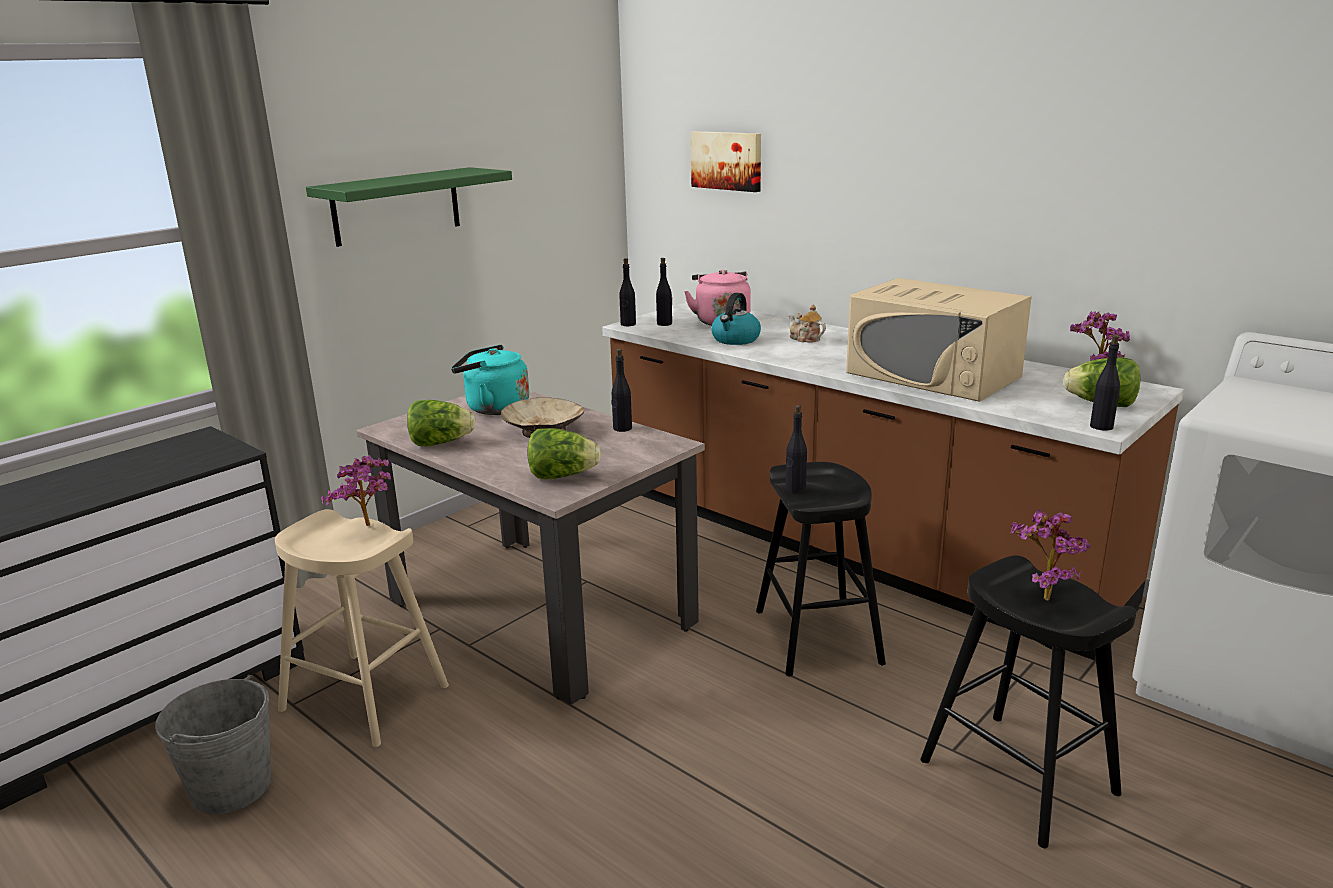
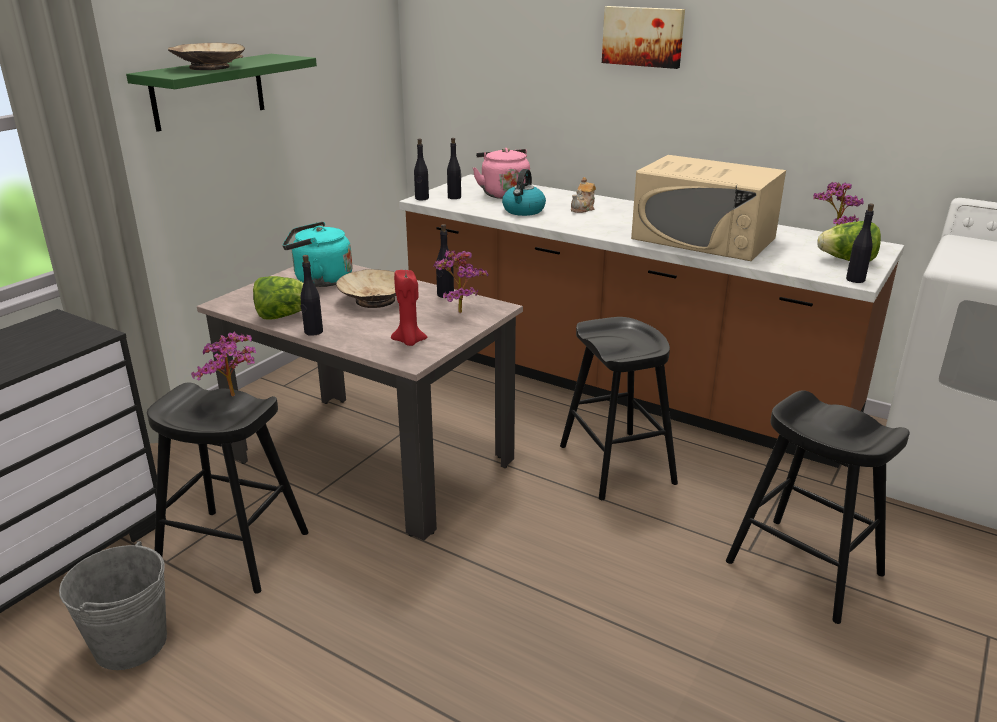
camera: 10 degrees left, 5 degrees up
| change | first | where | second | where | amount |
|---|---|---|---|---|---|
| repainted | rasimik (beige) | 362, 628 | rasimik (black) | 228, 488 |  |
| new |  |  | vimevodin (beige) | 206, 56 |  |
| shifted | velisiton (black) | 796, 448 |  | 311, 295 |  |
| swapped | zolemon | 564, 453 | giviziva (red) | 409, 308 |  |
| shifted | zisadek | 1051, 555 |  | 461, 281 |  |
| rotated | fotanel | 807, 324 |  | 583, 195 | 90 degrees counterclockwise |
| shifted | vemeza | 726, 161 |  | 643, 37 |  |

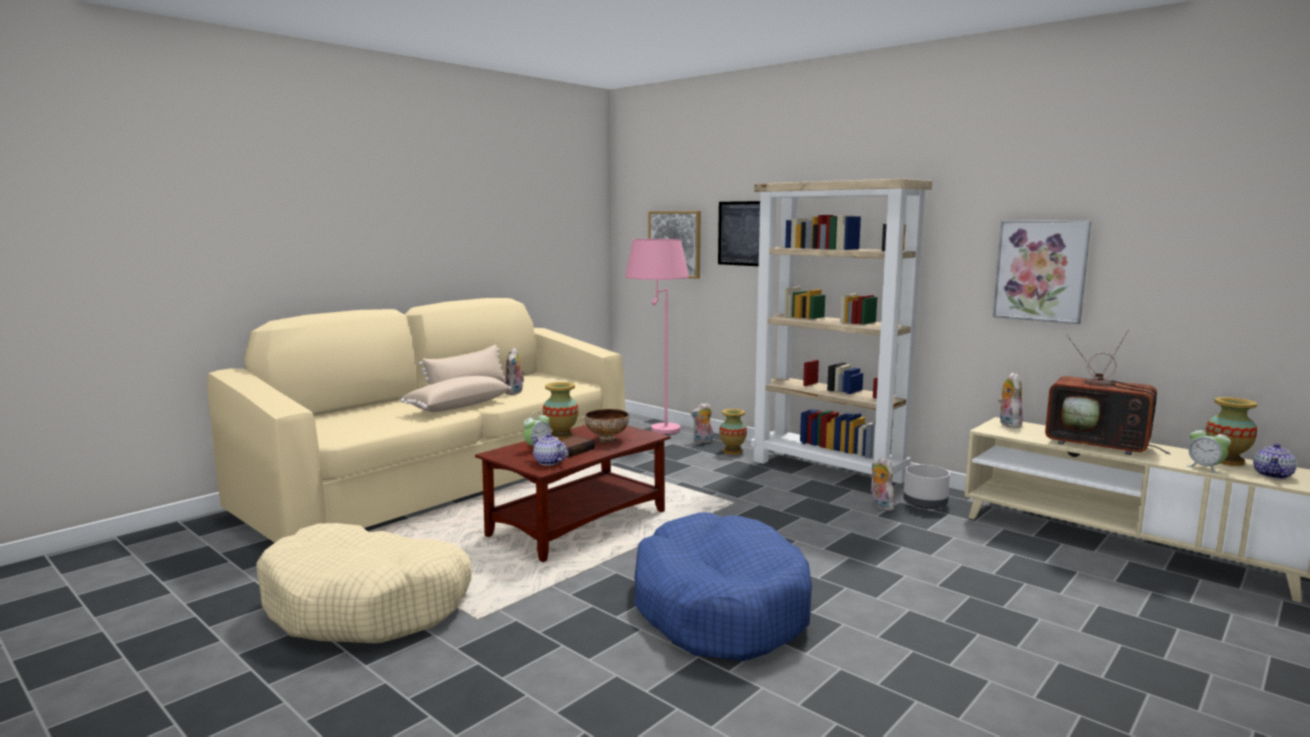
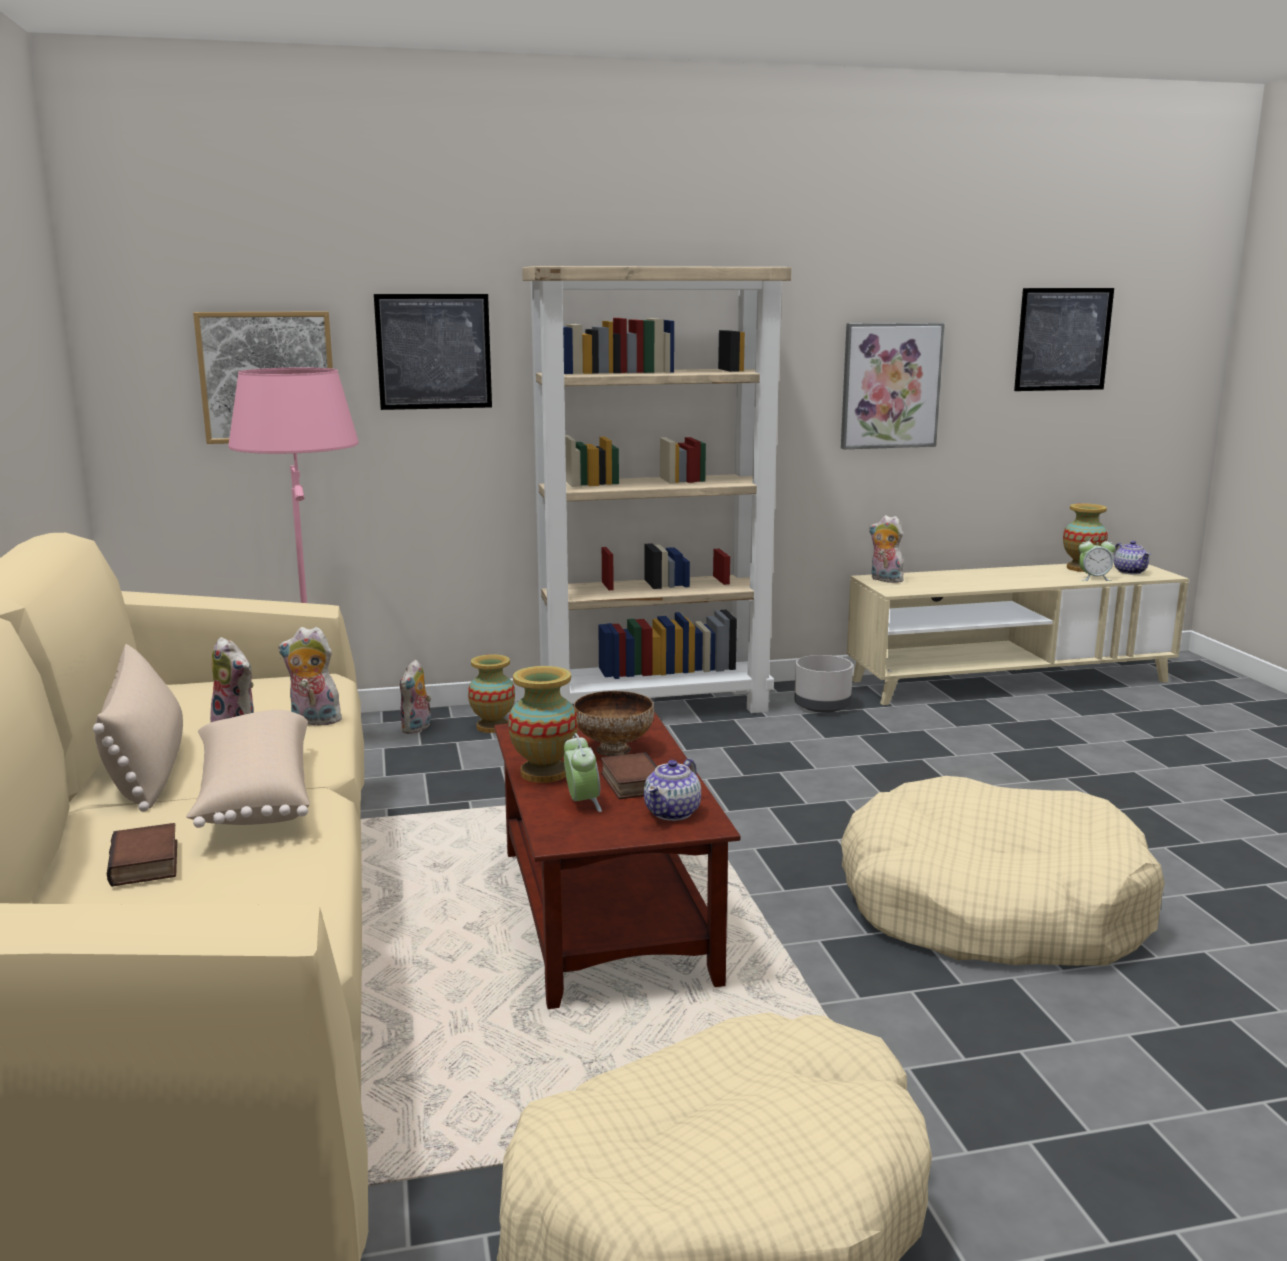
camera: 55 degrees left, 5 degrees up
| change | first | where | second | where | amount |
|---|---|---|---|---|---|
| new |  |  | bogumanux | 142, 855 |  |
| shifted | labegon | 883, 484 |  | 311, 676 |  |
| rotated | fotanel | 549, 449 |  | 672, 789 | 45 degrees counterclockwise |
| repainted | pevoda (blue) | 723, 586 | pevoda (beige) | 1003, 871 |  |
| new |  |  | vemeza | 1064, 339 |  |
| gone | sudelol | 1107, 392 |  |  |  |

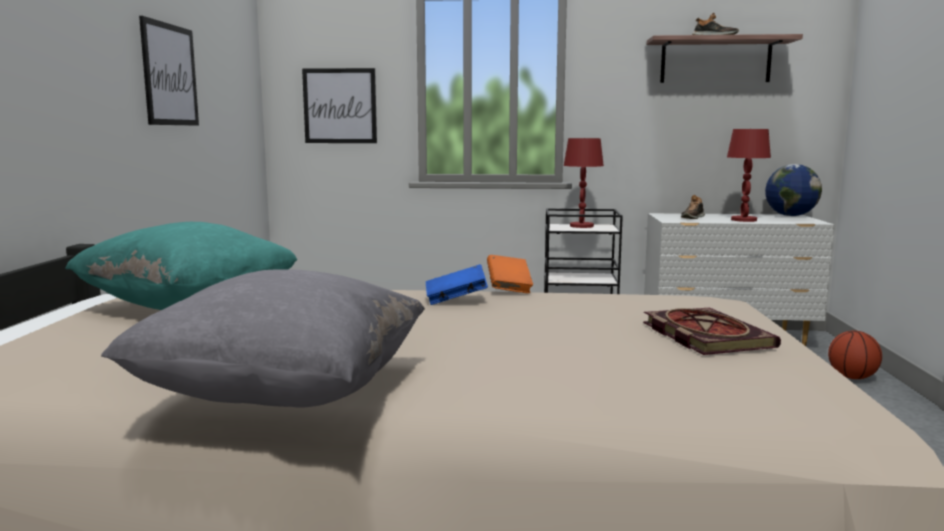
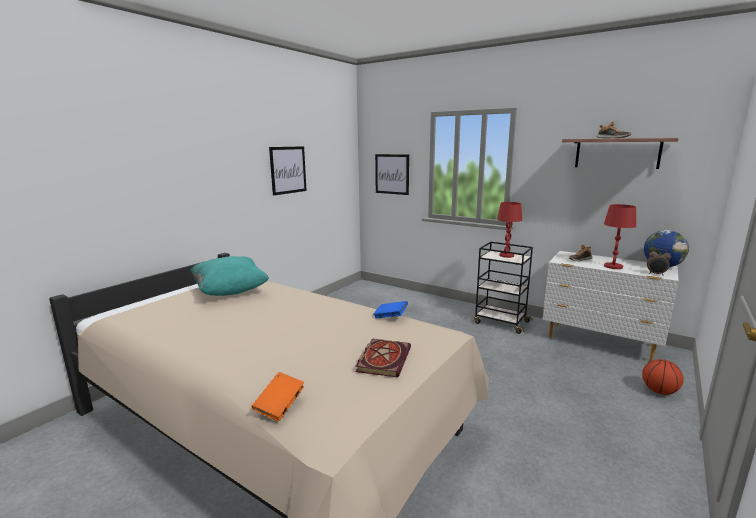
camera: 30 degrees right, 5 degrees up
| change | first | where | second | where | amount |
|---|---|---|---|---|---|
| shifted | bogumanux (orange) | 510, 274 |  | 277, 396 |  |
| shifted | bogumanux (blue) | 457, 284 |  | 391, 310 |  |
| new |  |  | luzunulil | 659, 262 |  |
| gone | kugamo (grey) | 263, 338 |  |  |  |

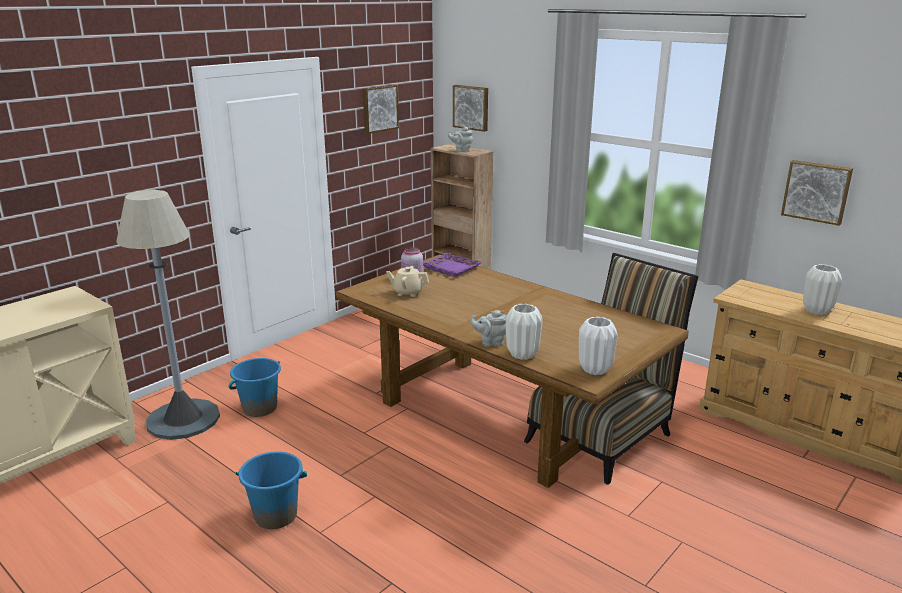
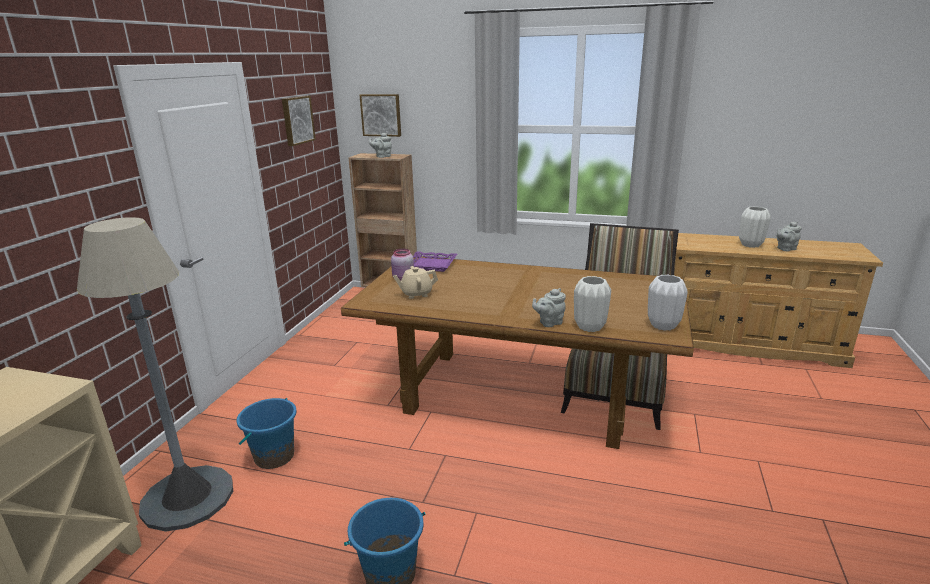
camera: 25 degrees left, 0 degrees up
| change | first | where | second | where | amount |
|---|---|---|---|---|---|
| new |  |  | fotanel (grey) | 789, 237 |  |
| gone | vemeza | 817, 193 |  |  |  |

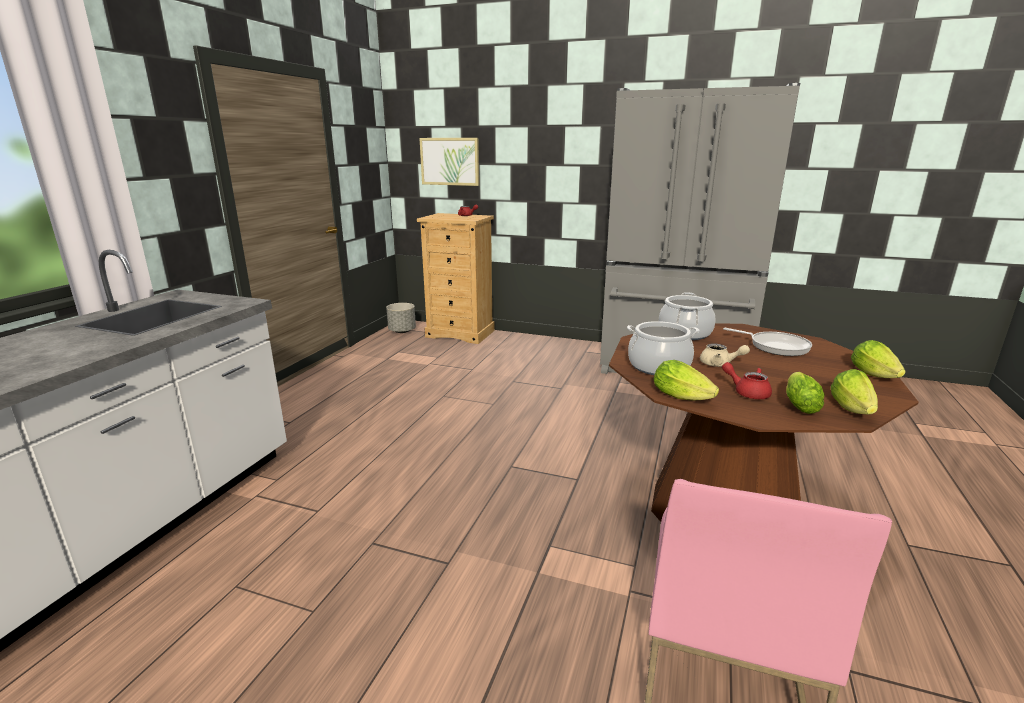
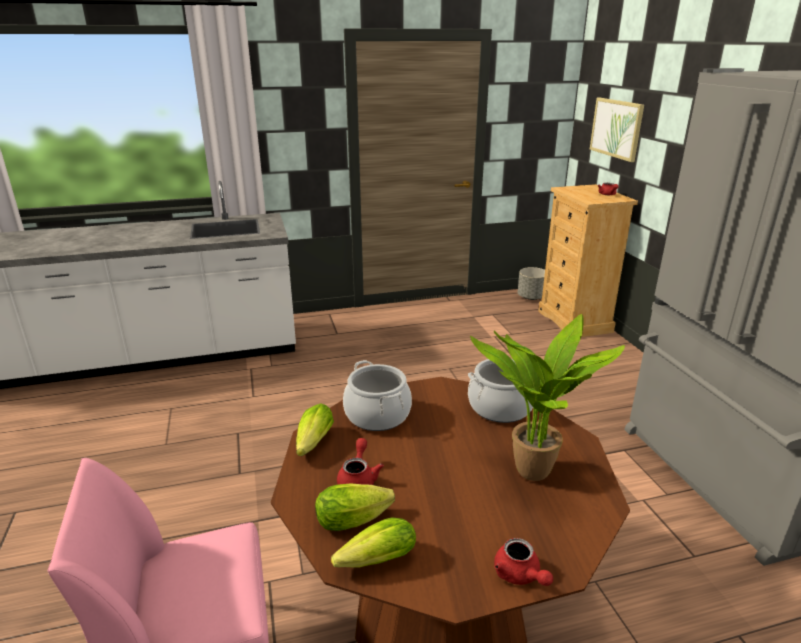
camera: 55 degrees right, 5 degrees up
| change | first | where | second | where | amount |
|---|---|---|---|---|---|
| swapped | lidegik | 767, 342 | zisadek | 547, 397 |  |
| swapped | zolemon | 878, 359 | fotanel (red) | 523, 562 |  |
| gone | fotanel (beige) | 725, 355 |  |  |  |

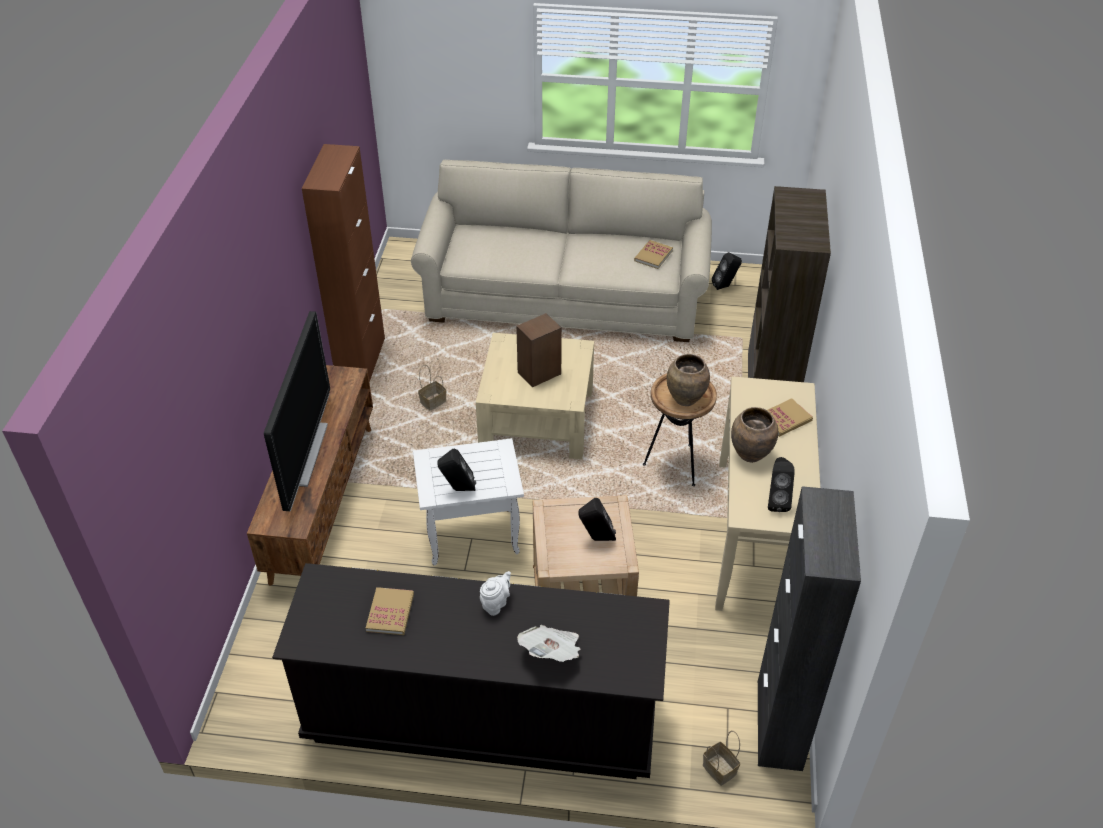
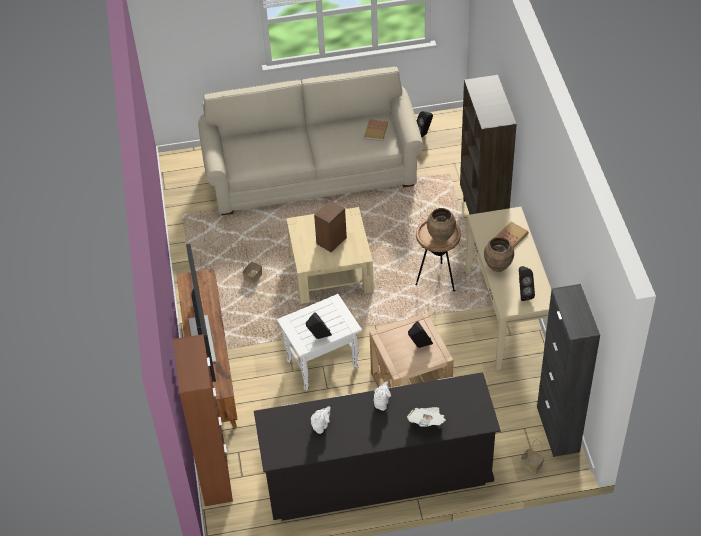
camera: 15 degrees left, 5 degrees up
| change | first | where | second | where | amount |
|---|---|---|---|---|---|
| shifted | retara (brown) | 343, 263 |  | 203, 420 |  |
| swapped | bogumanux | 390, 611 | fotanel (white) | 321, 420 |  |

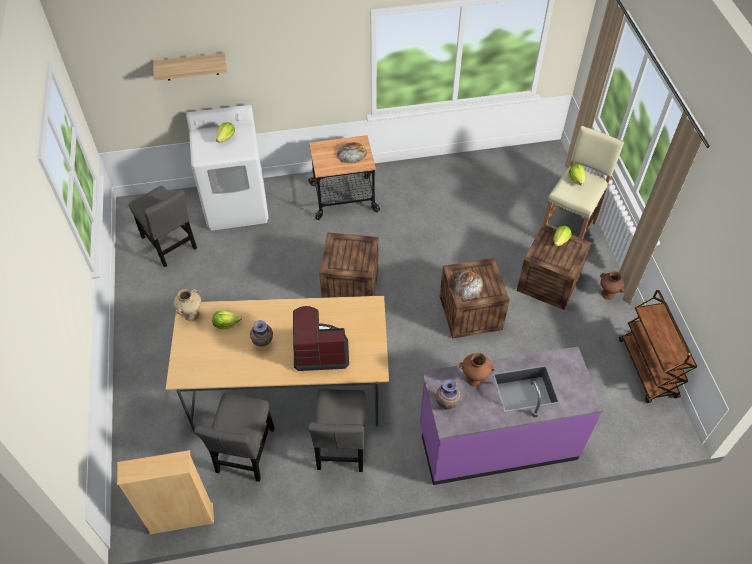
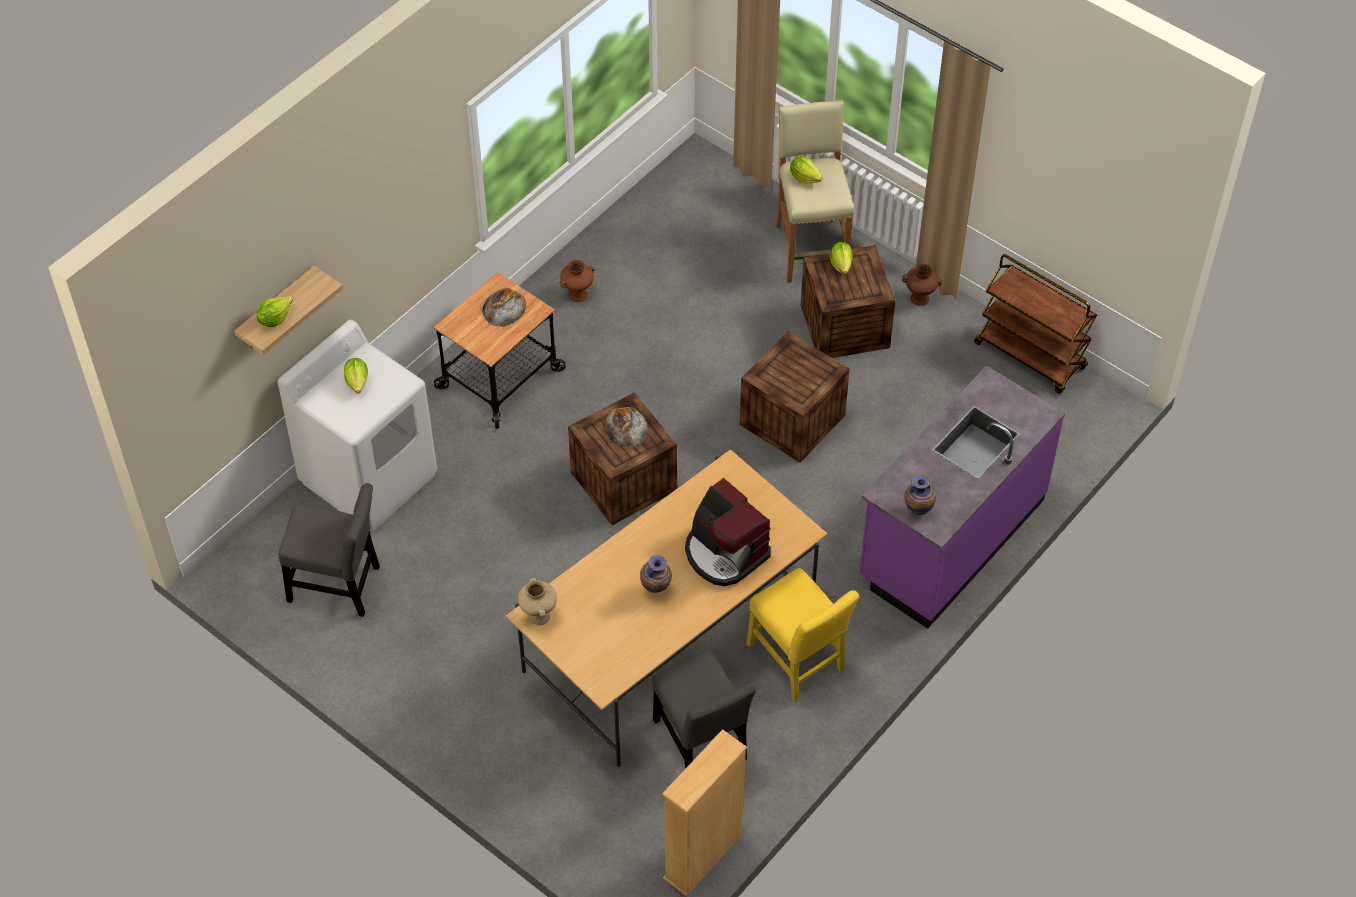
camera: 40 degrees left, 0 degrees up
| change | first | where | second | where | amount |
|---|---|---|---|---|---|
| shifted | zolemon | 227, 319 |  | 274, 311 |  |
| shifted | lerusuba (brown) | 477, 370 |  | 577, 281 |  |
| shifted | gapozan | 468, 285 |  | 626, 427 |  |
| rotated | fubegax | 321, 338 |  | 728, 532 | 90 degrees counterclockwise |
| repainted | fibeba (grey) | 337, 430 | fibeba (yellow) | 803, 635 |  |

